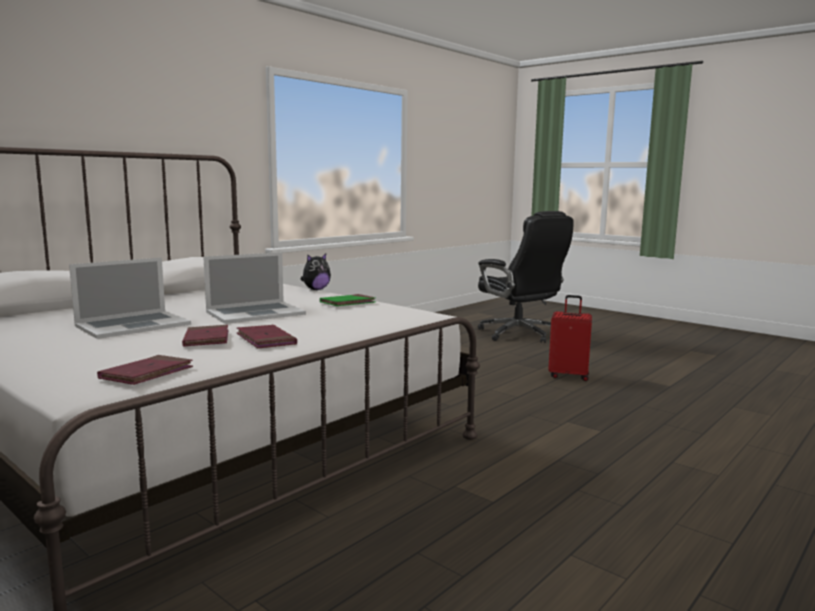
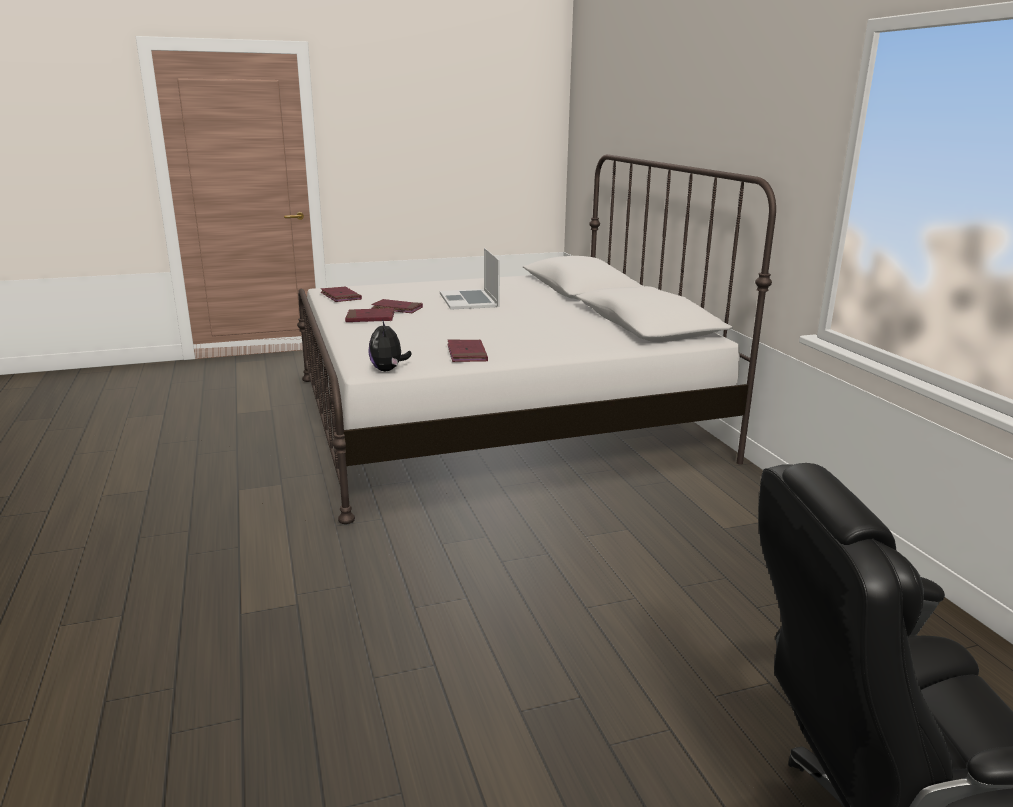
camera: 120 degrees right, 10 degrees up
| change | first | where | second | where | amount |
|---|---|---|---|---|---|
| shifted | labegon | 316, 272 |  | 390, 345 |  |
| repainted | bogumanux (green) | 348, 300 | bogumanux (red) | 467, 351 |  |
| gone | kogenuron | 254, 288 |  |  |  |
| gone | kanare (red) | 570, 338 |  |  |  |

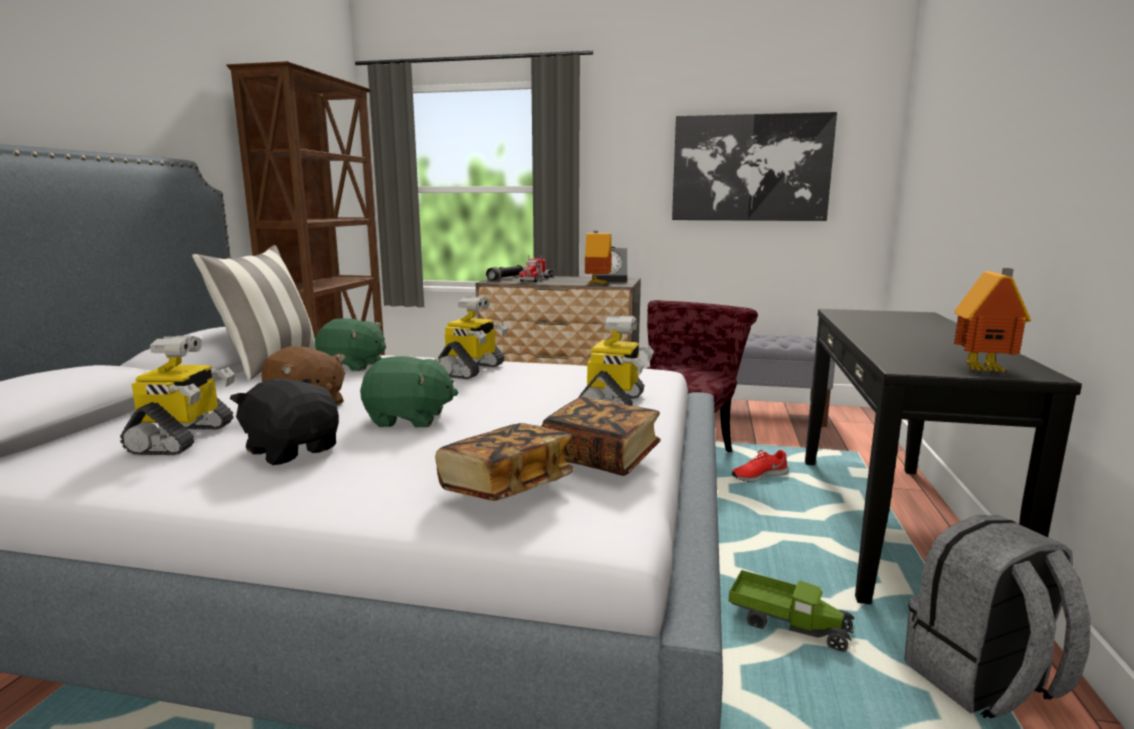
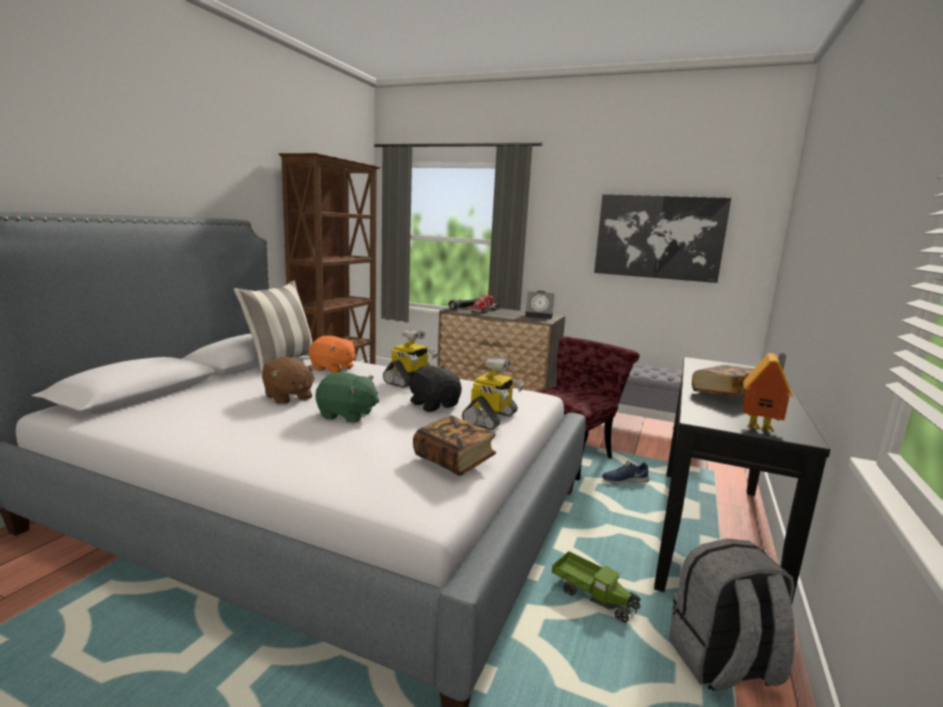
camera: 10 degrees right, 0 degrees up
| change | first | where | second | where | amount |
|---|---|---|---|---|---|
| repainted | labegon (green) | 350, 344 | labegon (orange) | 332, 354 |  |
| shifted | labegon (black) | 284, 421 |  | 434, 388 |  |
| repainted | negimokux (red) | 760, 466 | negimokux (blue) | 626, 472 |  |
| shifted | bogumanux | 504, 462 |  | 722, 380 |  |
| gone | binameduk | 177, 396 |  |  |  |
| gone | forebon | 598, 257 |  |  |  |

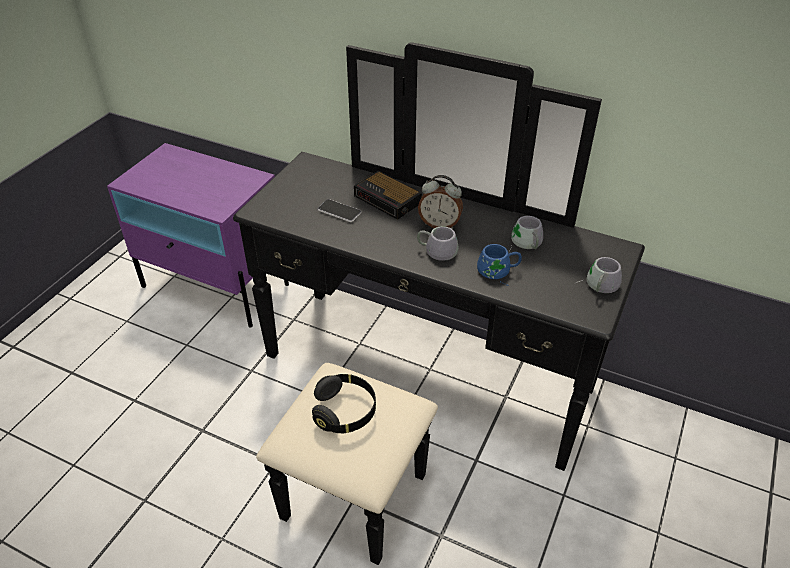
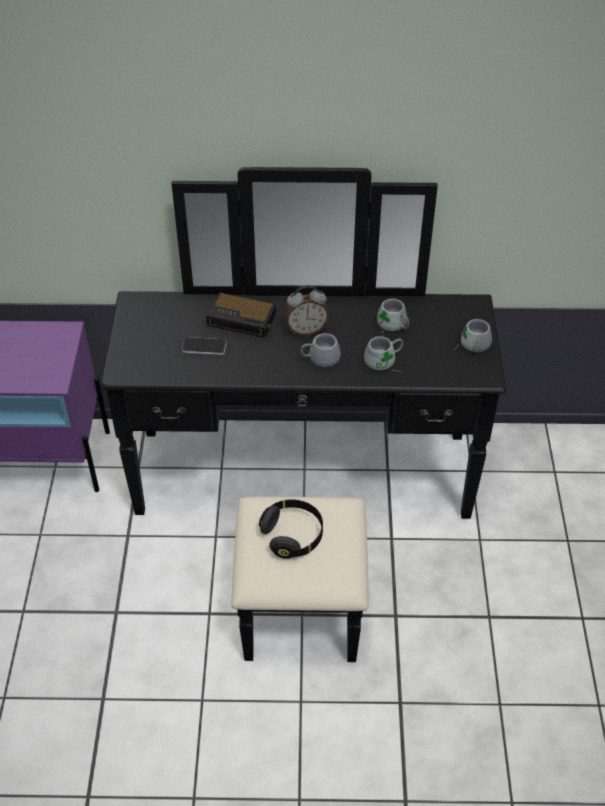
camera: 25 degrees left, 5 degrees up
| change | first | where | second | where | amount |
|---|---|---|---|---|---|
| repainted | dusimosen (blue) | 499, 265 | dusimosen (grey) | 383, 353 |  |

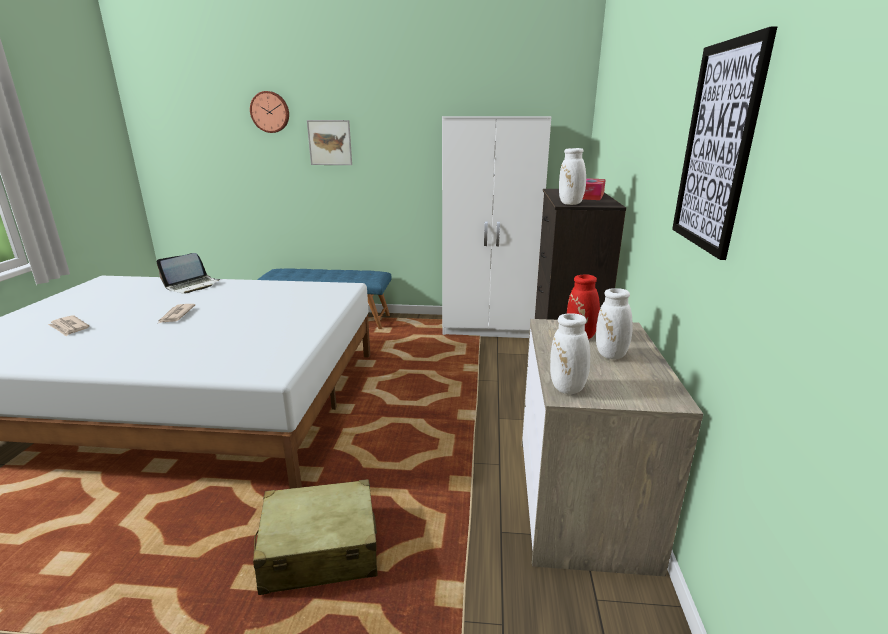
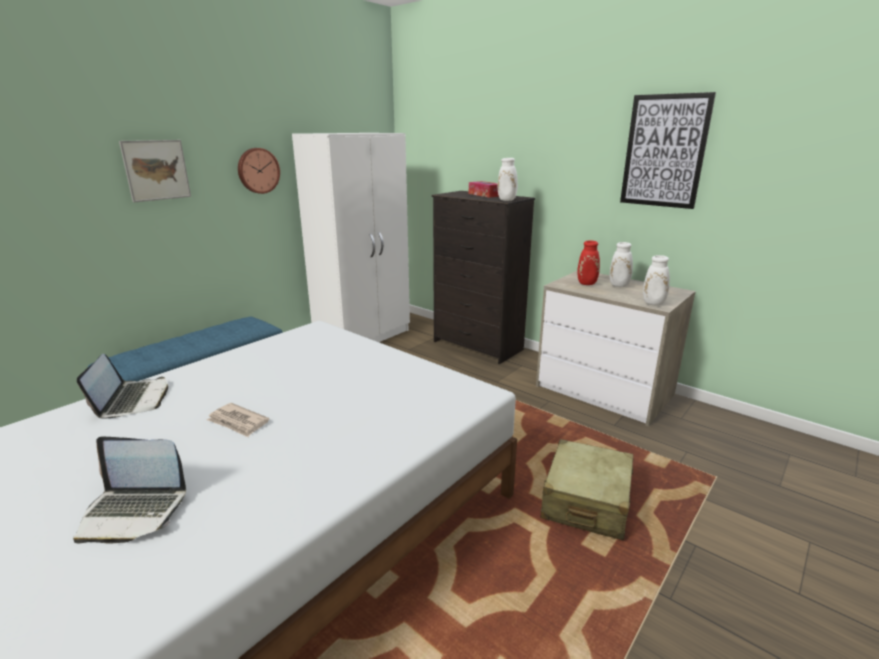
camera: 55 degrees left, 0 degrees up
| change | first | where | second | where | amount |
|---|---|---|---|---|---|
| swapped | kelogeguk | 68, 325 | kogenuron | 129, 490 |  |
| shifted | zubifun | 269, 112 |  | 259, 171 |  |

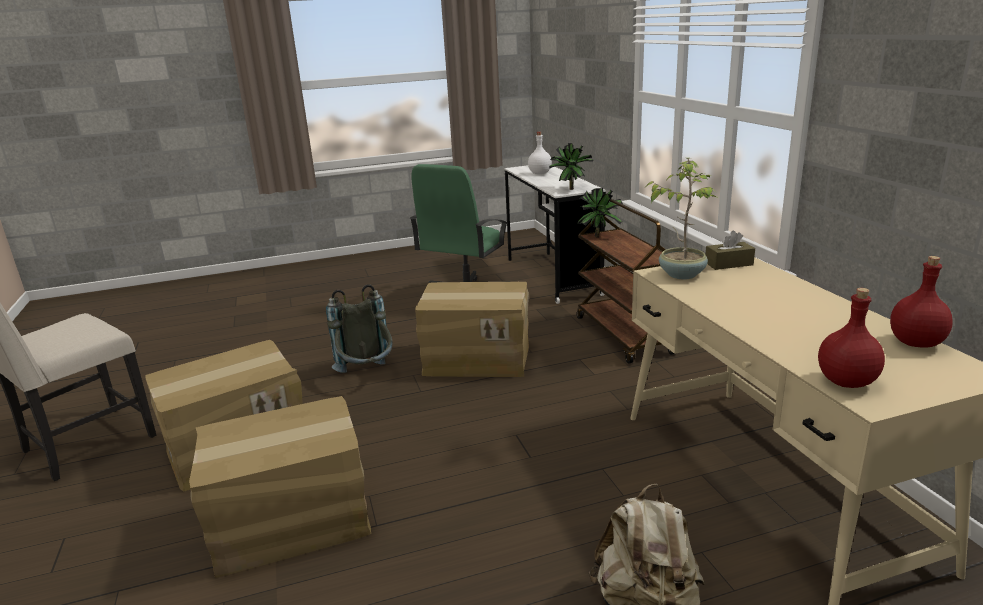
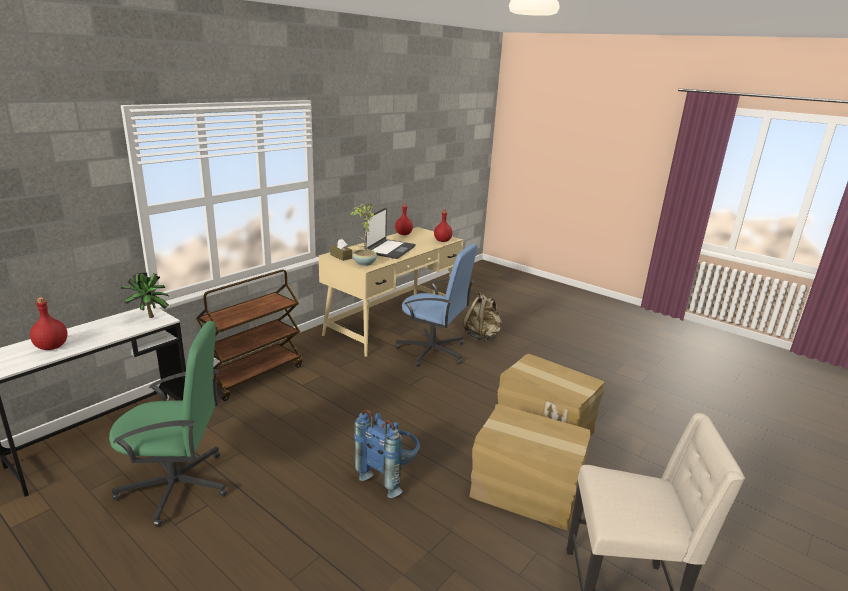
camera: 125 degrees left, 0 degrees up
| change | first | where | second | where | amount |
|---|---|---|---|---|---|
| repainted | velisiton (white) | 540, 153 | velisiton (red) | 49, 323 |  |
| repainted | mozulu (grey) | 359, 328 | mozulu (blue) | 387, 453 |  |
| new |  |  | kogenuron | 390, 233 |  |
| new |  |  | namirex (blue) | 436, 305 |  |
| gone | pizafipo | 472, 329 |  |  |  |
| gone | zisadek | 600, 212 |  |  |  |

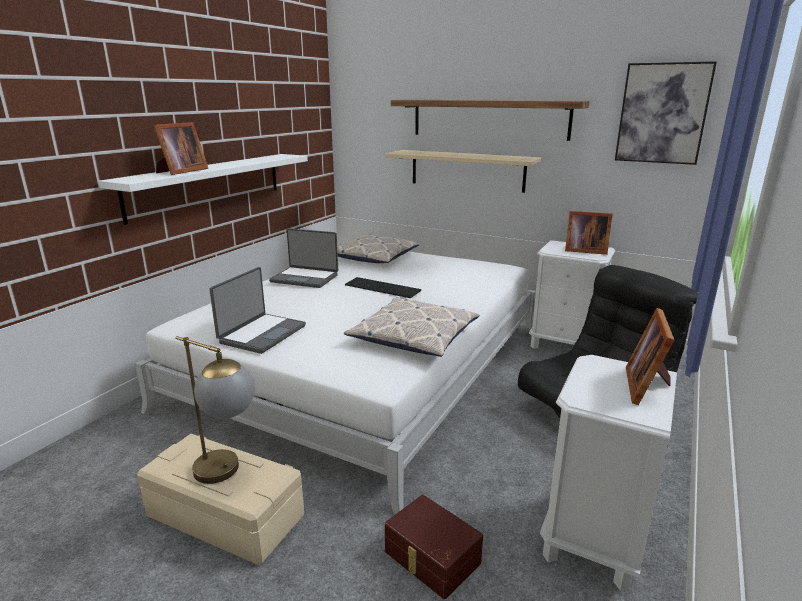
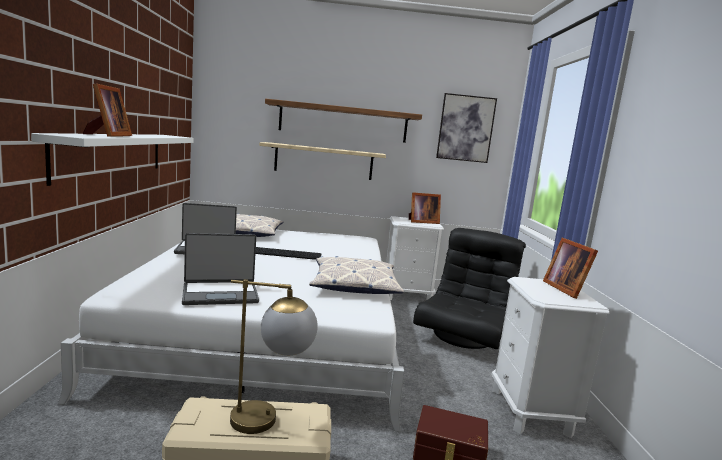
camera: 30 degrees left, 10 degrees down
| change | first | where | second | where | amount |
|---|---|---|---|---|---|
| rotated | kogenuron | 257, 310 |  | 220, 269 | 75 degrees clockwise |

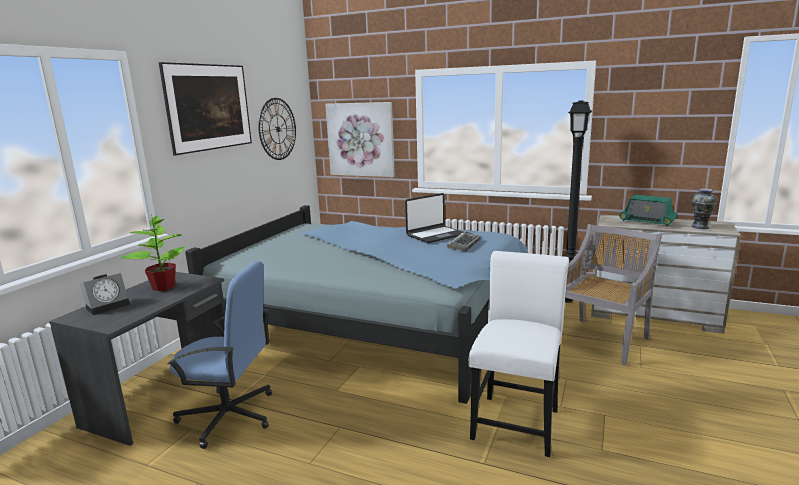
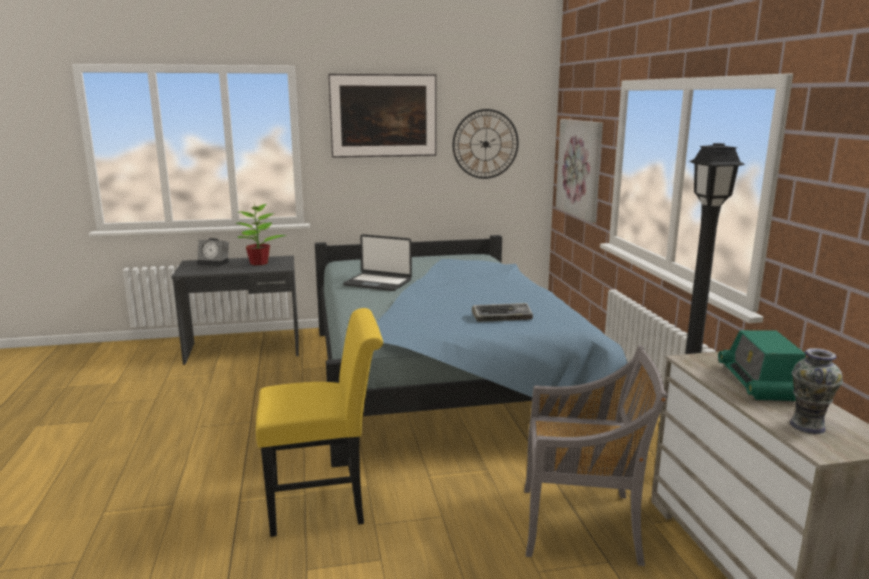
camera: 55 degrees right, 0 degrees up
| change | first | where | second | where | amount |
|---|---|---|---|---|---|
| repainted | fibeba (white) | 519, 354 | fibeba (yellow) | 319, 422 |  |
| shifted | kogenuron | 434, 218 |  | 377, 262 |  |
| gone | namirex (blue) | 219, 355 |  |  |  |

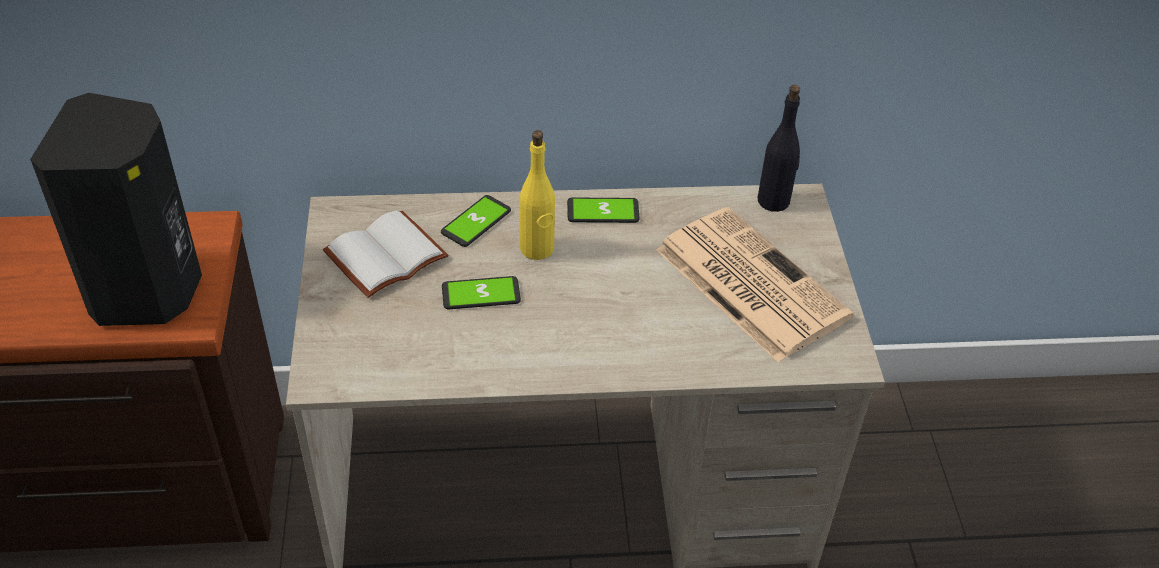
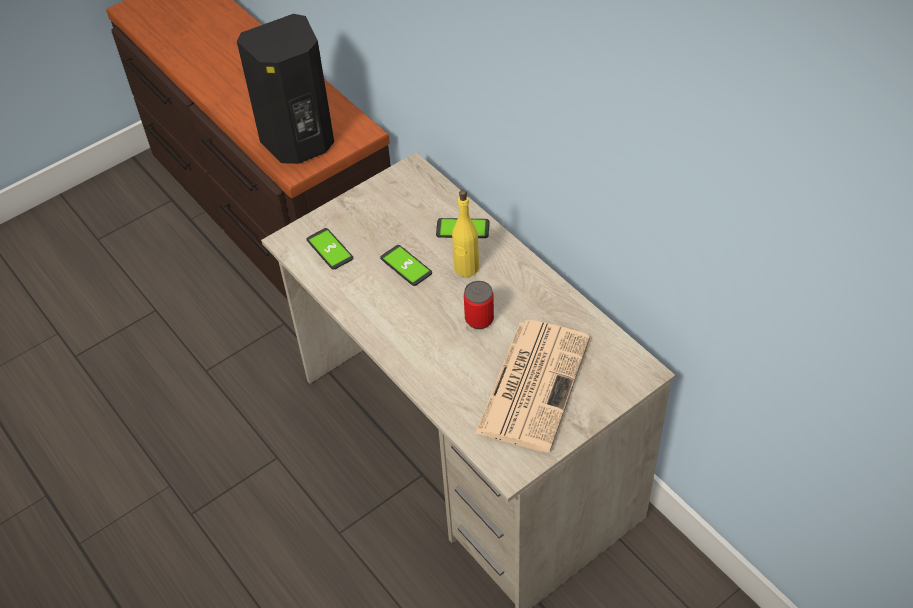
camera: 60 degrees right, 5 degrees up
| change | first | where | second | where | amount |
|---|---|---|---|---|---|
| shifted | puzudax | 603, 210 |  | 329, 249 |  |
| new |  |  | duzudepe | 479, 305 |  |
| gone | bogumanux (white) | 385, 254 |  |  |  |
| gone | velisiton (black) | 779, 148 |  |  |  |

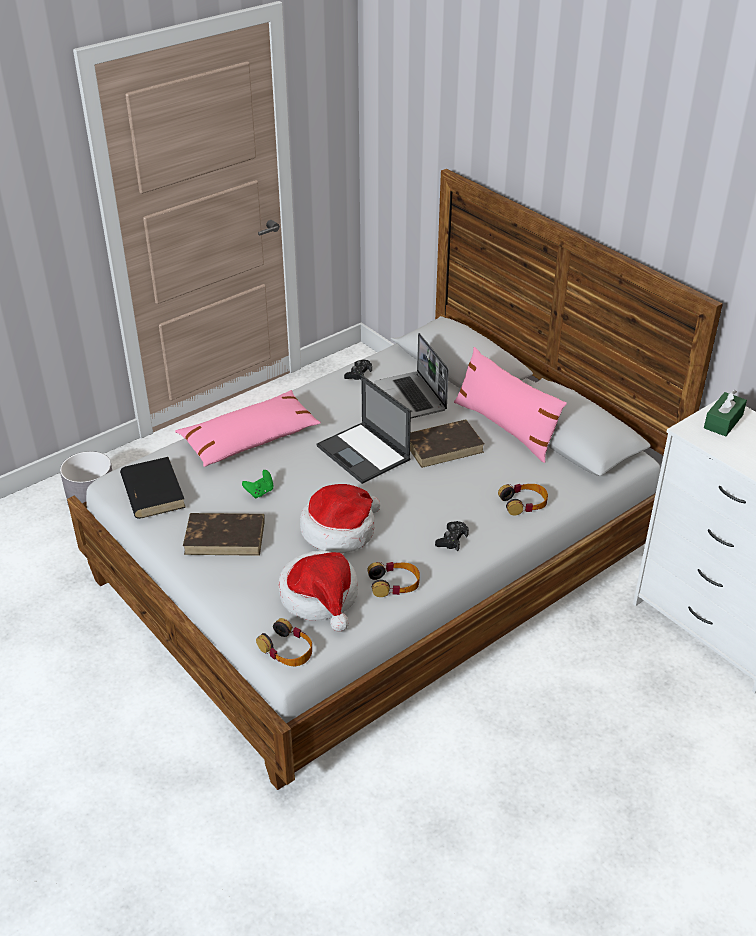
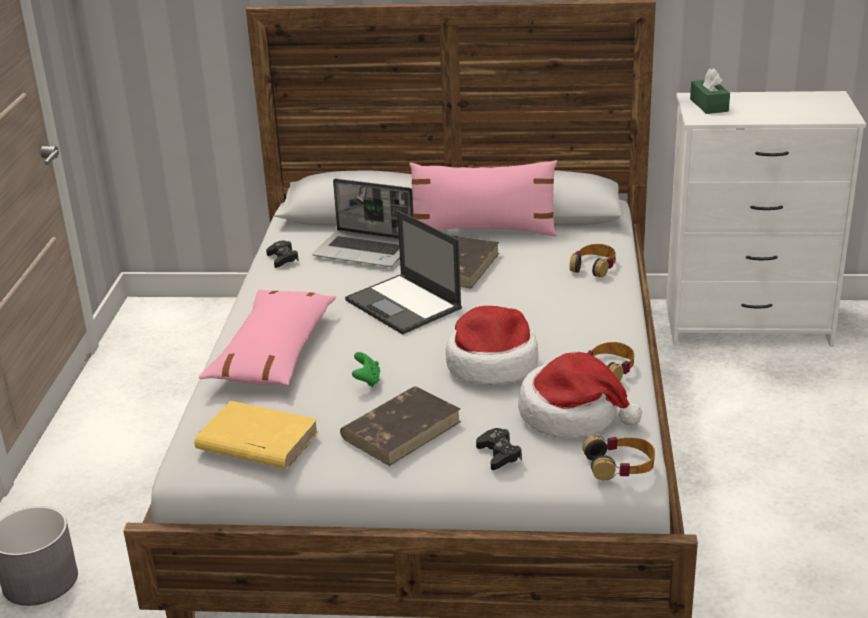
camera: 45 degrees left, 10 degrees down
| change | first | where | second | where | amount |
|---|---|---|---|---|---|
| repainted | bogumanux (black) | 153, 488 | bogumanux (yellow) | 256, 435 |  |
| rotated | kogenuron | 364, 429 |  | 403, 273 | 45 degrees clockwise |
| shifted | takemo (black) | 452, 536 |  | 499, 449 |  |

